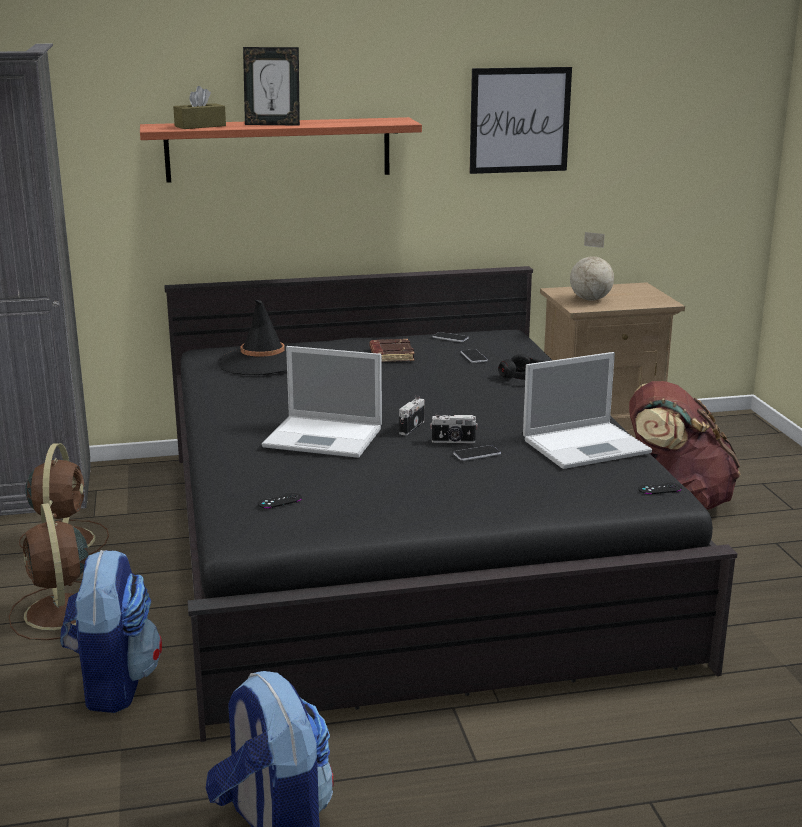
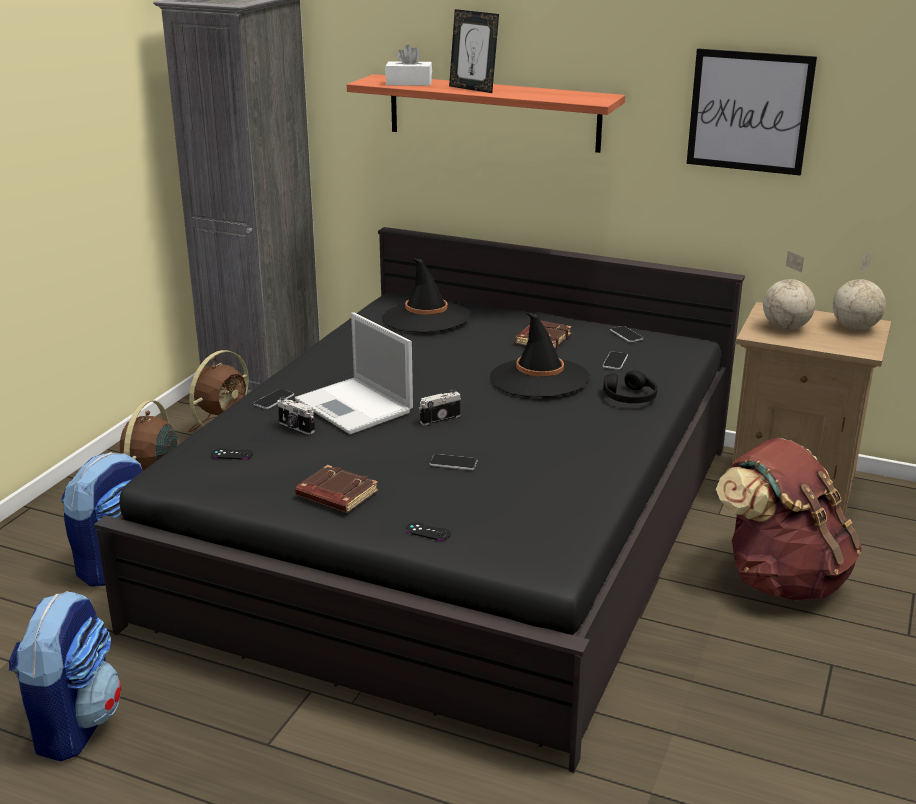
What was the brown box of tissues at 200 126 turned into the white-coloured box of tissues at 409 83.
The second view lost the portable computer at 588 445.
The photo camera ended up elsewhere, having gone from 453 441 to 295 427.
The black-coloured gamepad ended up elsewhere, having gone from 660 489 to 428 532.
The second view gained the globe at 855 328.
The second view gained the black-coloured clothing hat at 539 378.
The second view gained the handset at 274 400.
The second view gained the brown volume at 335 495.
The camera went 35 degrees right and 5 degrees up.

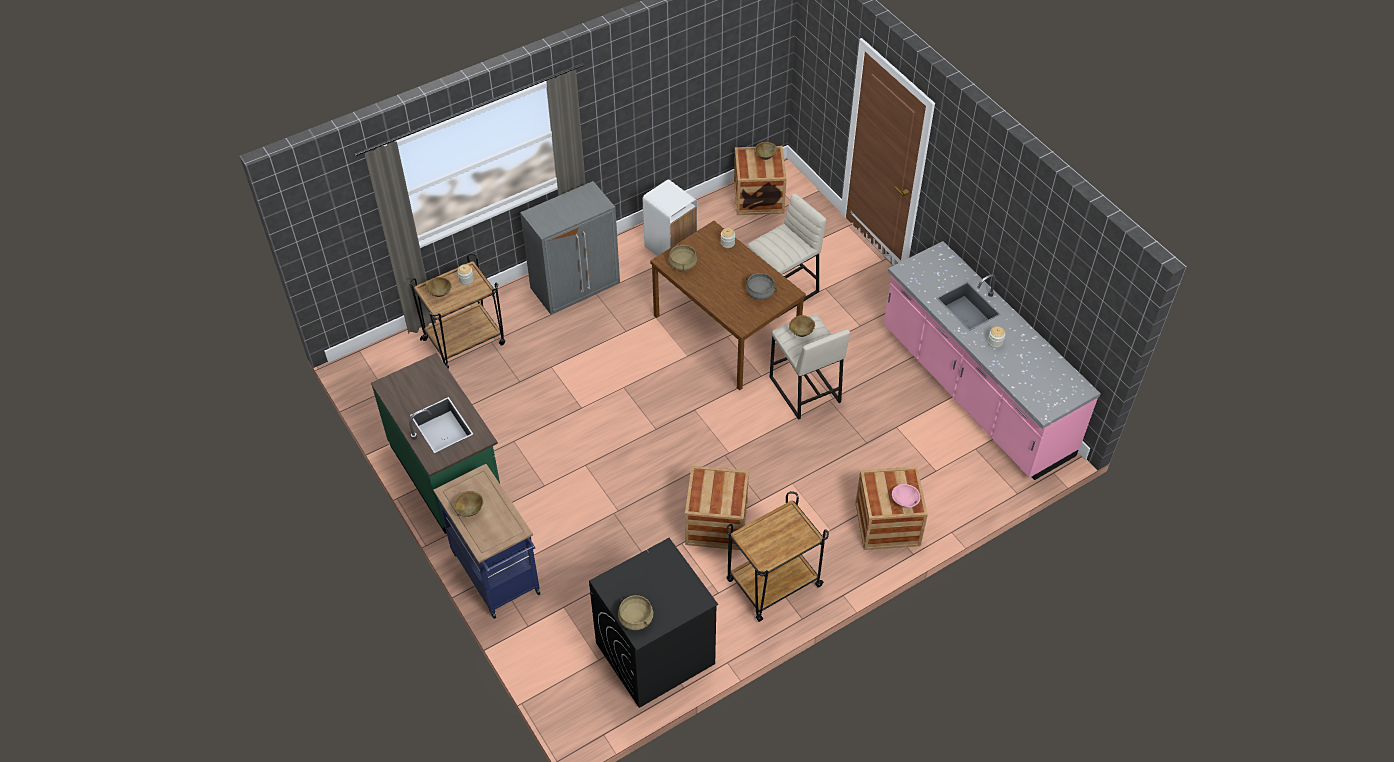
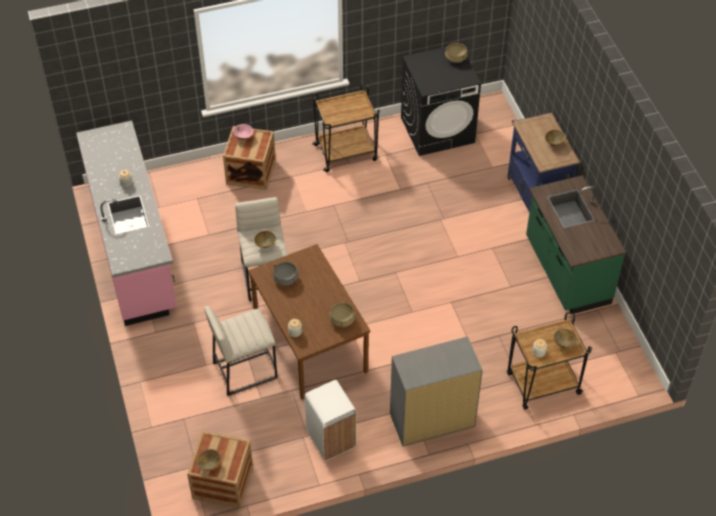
The second view lost the crate at 716 523.
The camera went 165 degrees left and 0 degrees up.

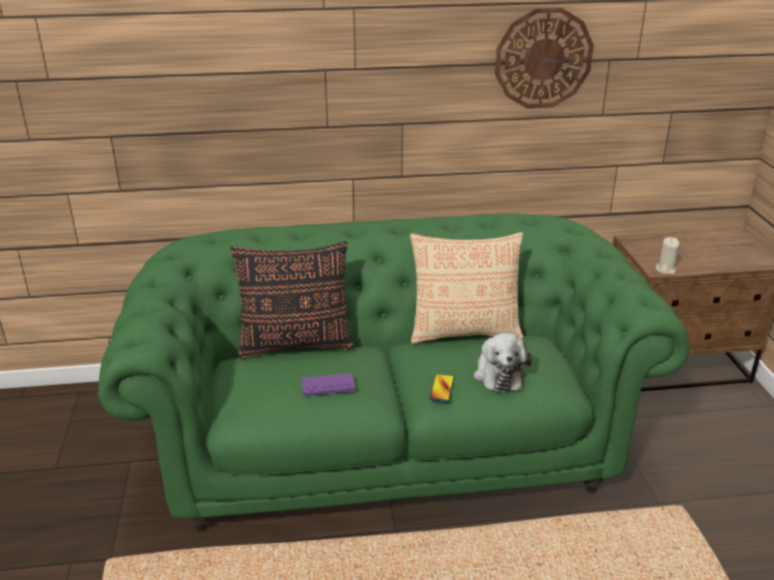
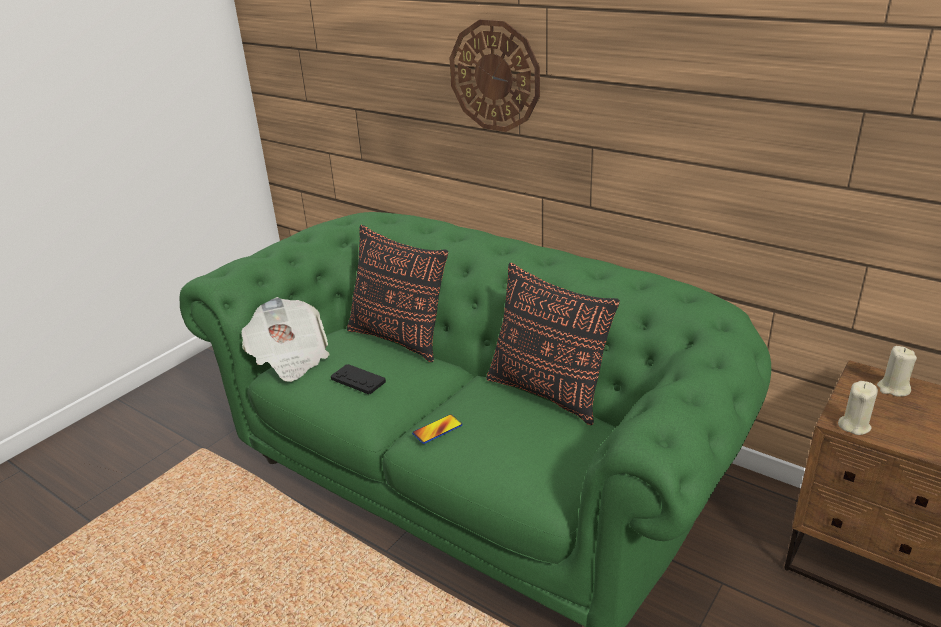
The hanging clock ended up elsewhere, having gone from 543 59 to 494 76.
What was the sand-coloured pillow at 465 333 turned into the black-coloured pillow at 547 393.
The second view lost the cuddly toy at 498 373.
What was the purplish gamepad at 328 385 turned into the black-coloured gamepad at 358 380.
The second view gained the printed paper at 289 357.
The second view gained the sand-coloured candle at 893 389.
The camera went 45 degrees right and 0 degrees up.

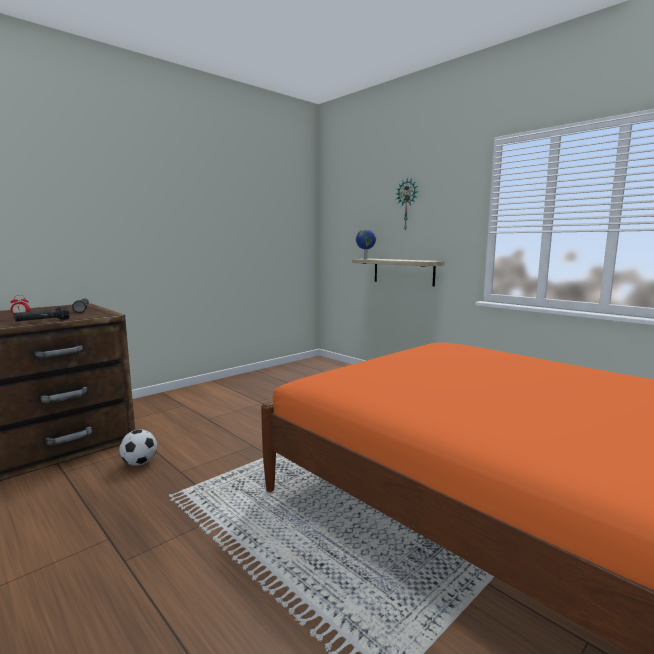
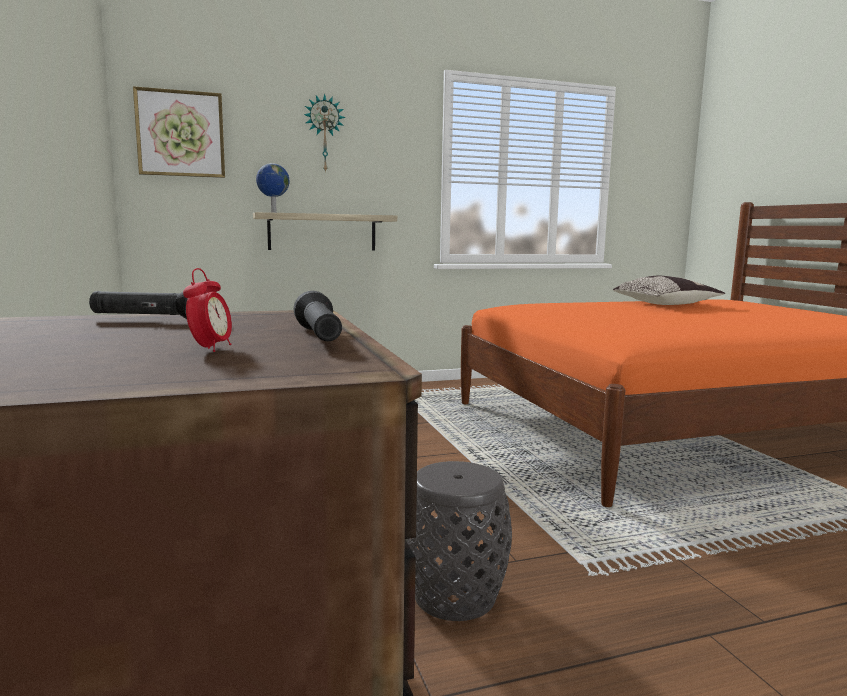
Where the ball for football stood at 139 463, the gray sitting stool came to stand at 454 597.
The second view gained the wall picture at 180 134.
The second view gained the pillow at 665 304.
The camera went 65 degrees left and 0 degrees up.

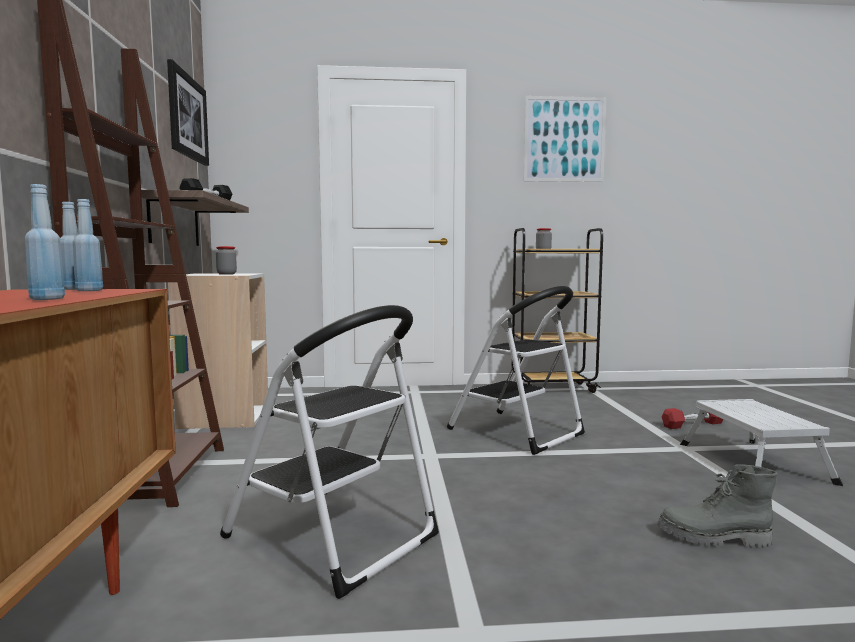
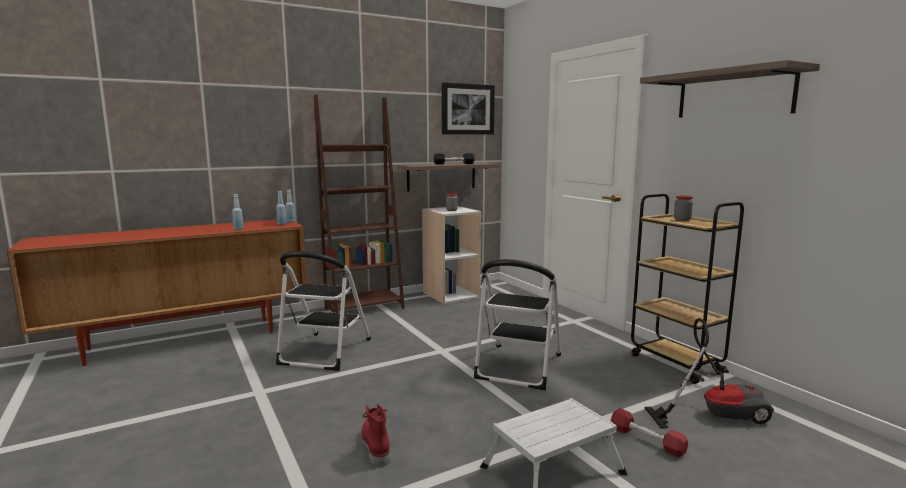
Where the wall picture hung at 564 139, the bracket shelf came to hang at 734 94.
What was the gray boot at 714 538 turned into the red boot at 375 446.
The second view gained the vacuum at 715 414.
The camera went 65 degrees right and 5 degrees up.

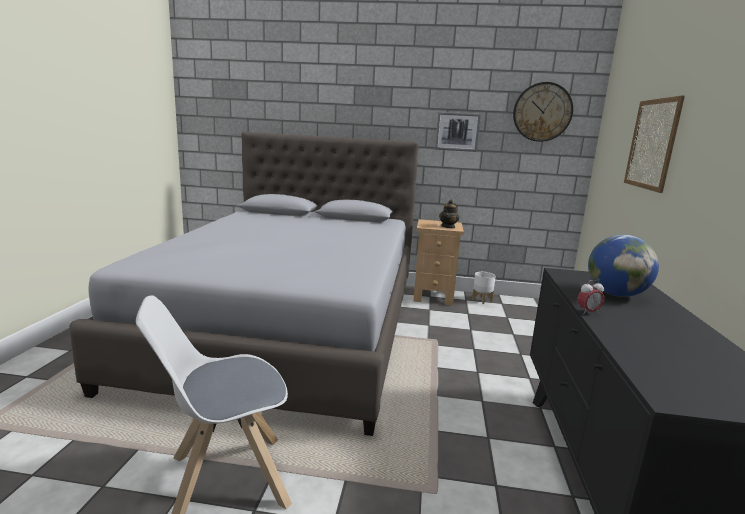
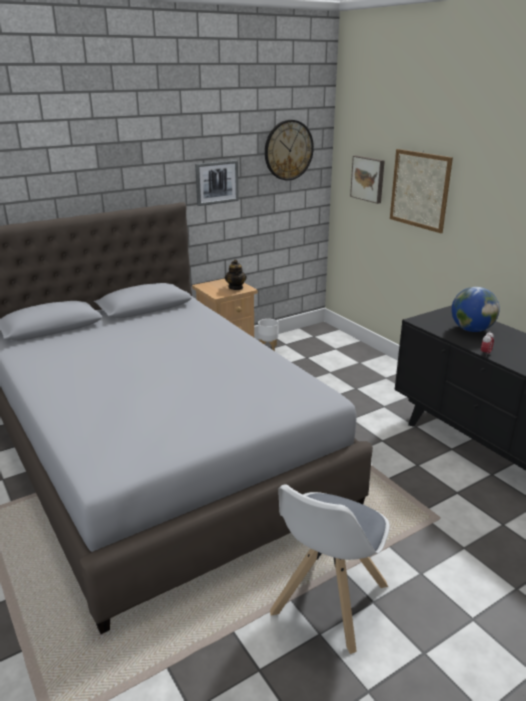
The second view gained the wall picture at 368 179.
The camera went 40 degrees left and 10 degrees up.

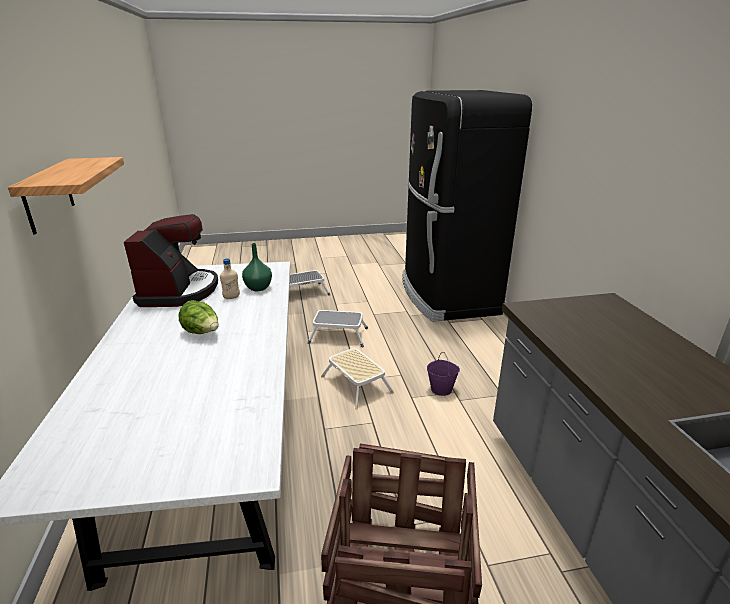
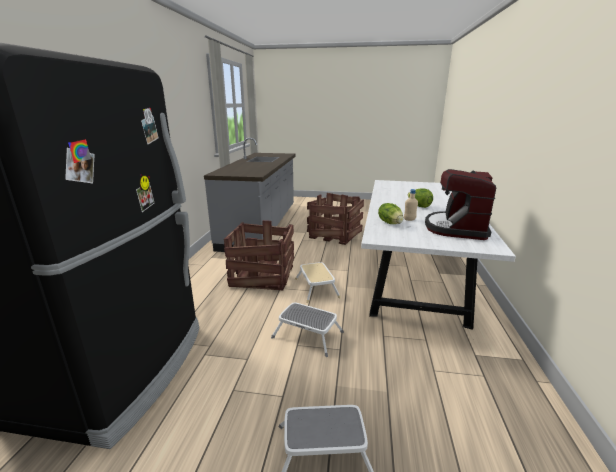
The second view lost the bracket shelf at 48 195.
Where the green-coloured flower vase stood at 258 288, the lettuce came to stand at 390 223.
Where the purplish pail stood at 441 389, the crate came to stand at 263 275.
The camera went 160 degrees left and 5 degrees down.

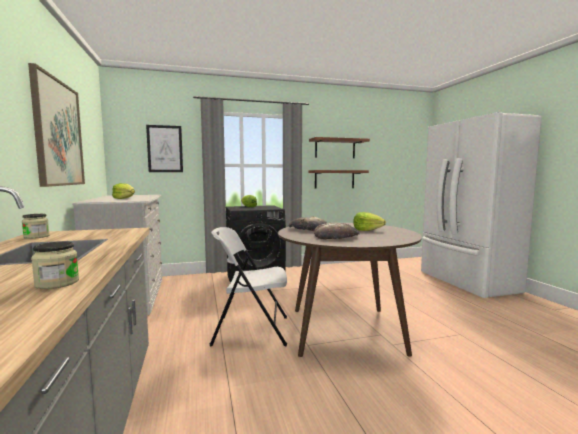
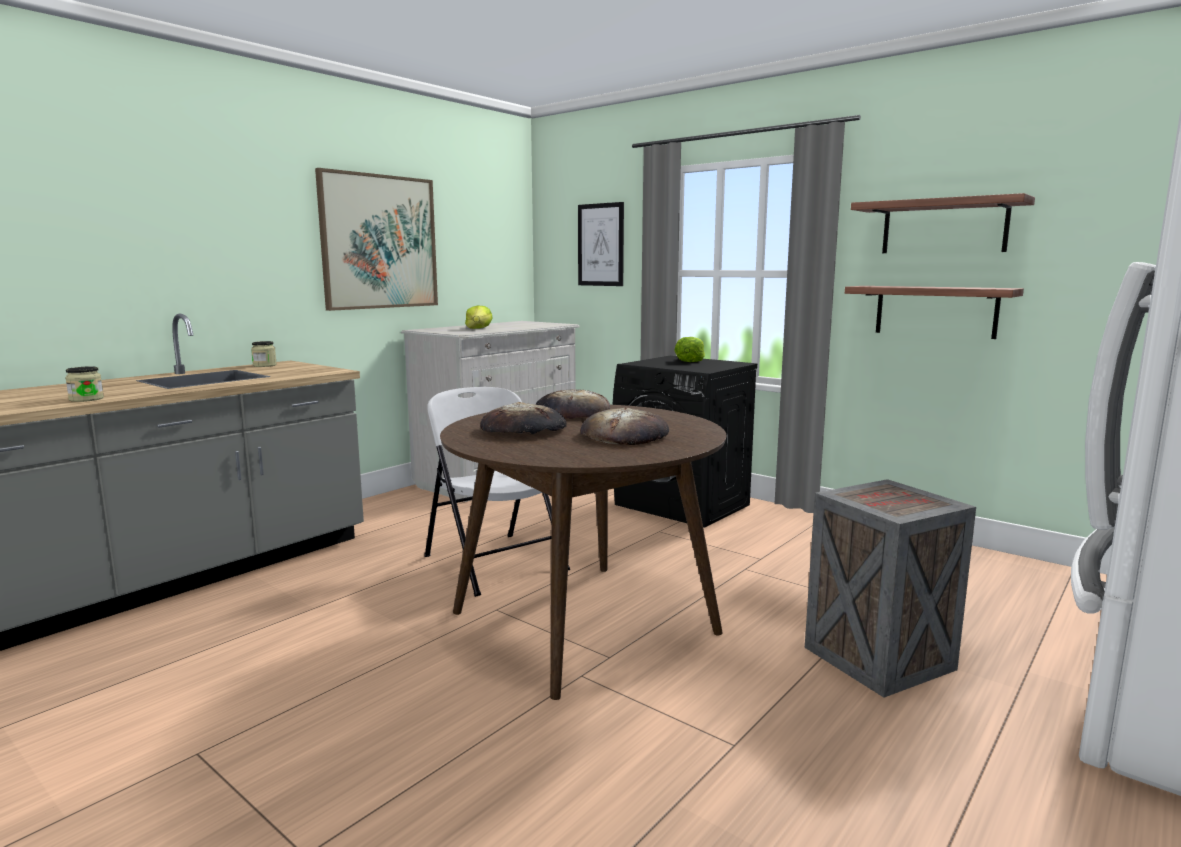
Where the lettuce stood at 367 230, the bread came to stand at 625 435.
The second view gained the crate at 882 659.
The camera went 55 degrees right and 5 degrees up.

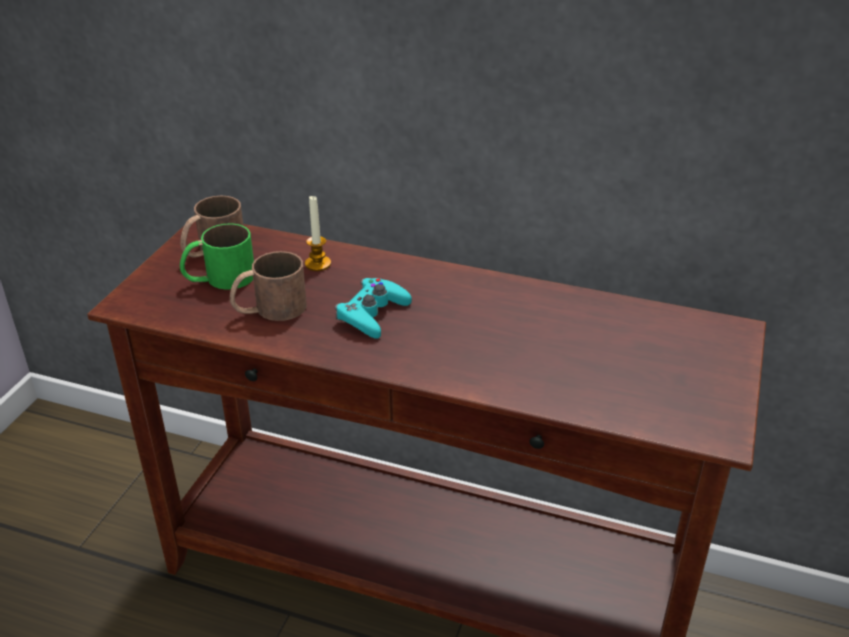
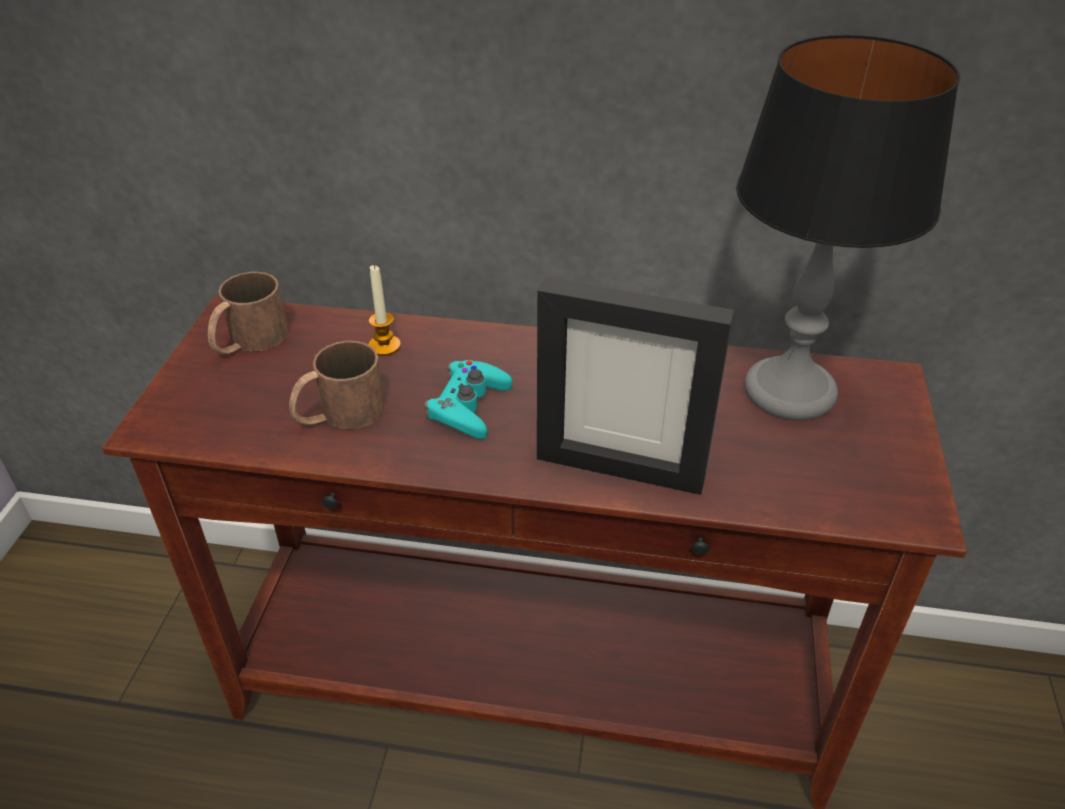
The second view lost the green-coloured mug at 219 278.
The second view gained the tabletop lamp at 789 391.
The second view gained the picture frame at 620 466.
The camera went 10 degrees left and 5 degrees up.

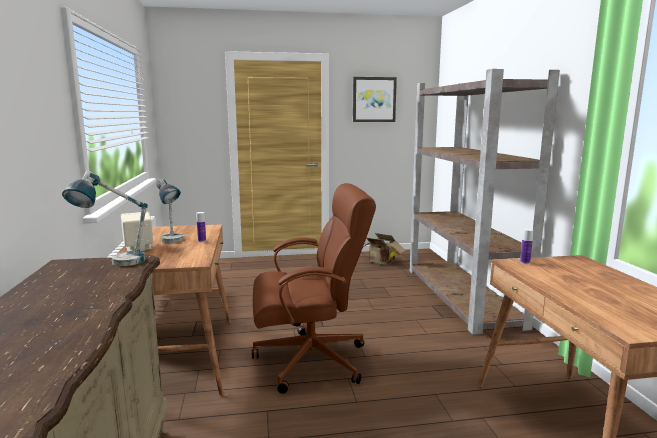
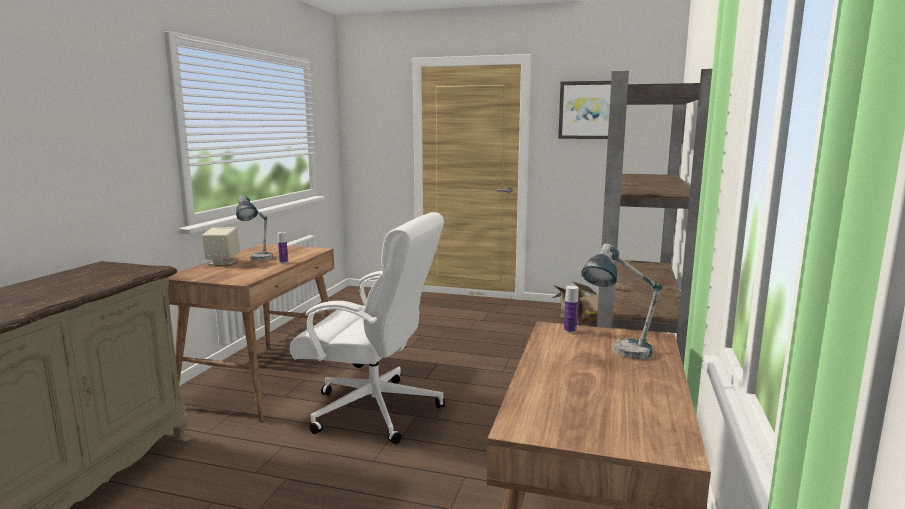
The tabletop lamp ended up elsewhere, having gone from 115 264 to 619 354.
What was the brown office chair at 310 360 turned into the white-coloured office chair at 374 409.
The camera went 25 degrees right and 0 degrees up.

